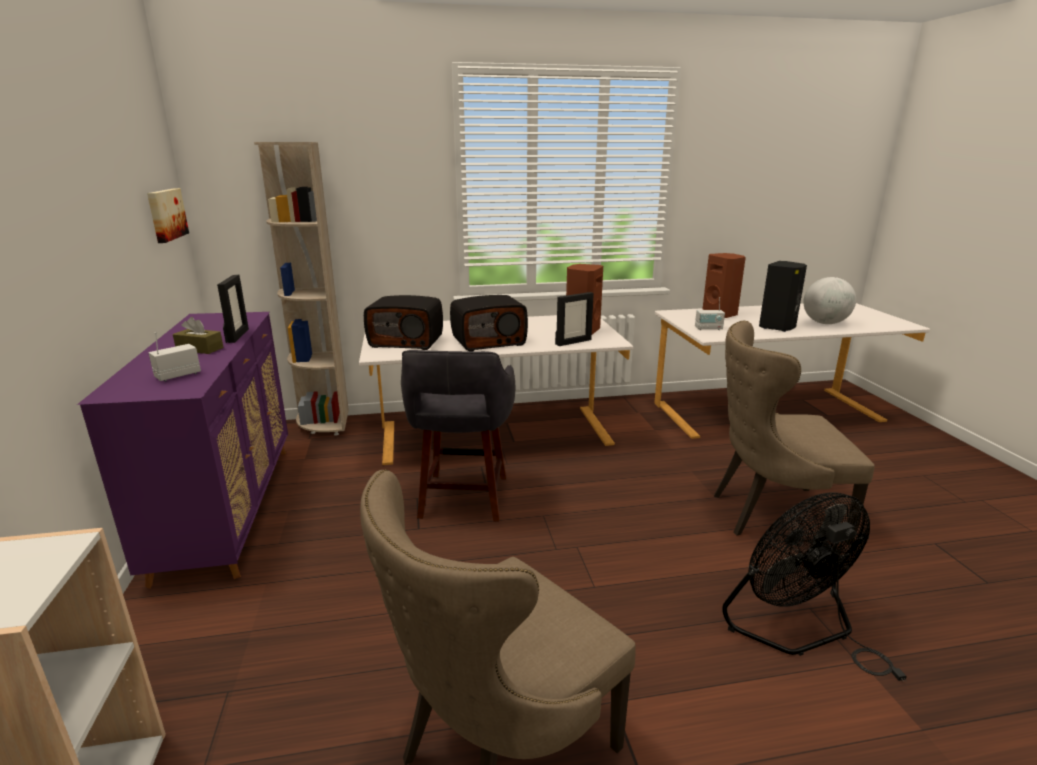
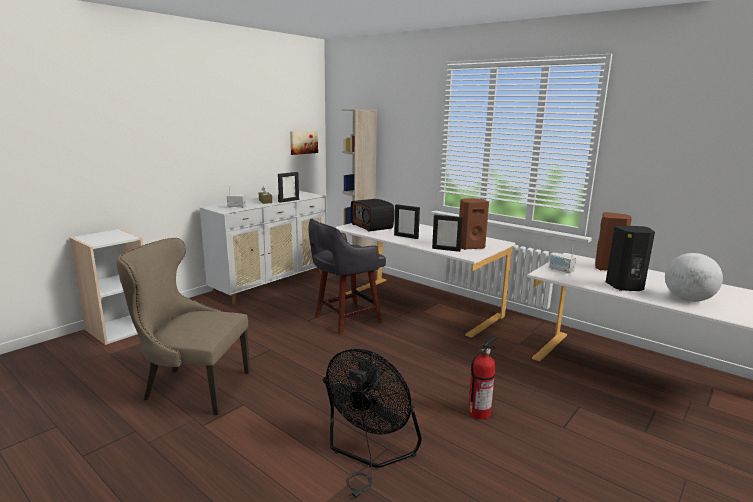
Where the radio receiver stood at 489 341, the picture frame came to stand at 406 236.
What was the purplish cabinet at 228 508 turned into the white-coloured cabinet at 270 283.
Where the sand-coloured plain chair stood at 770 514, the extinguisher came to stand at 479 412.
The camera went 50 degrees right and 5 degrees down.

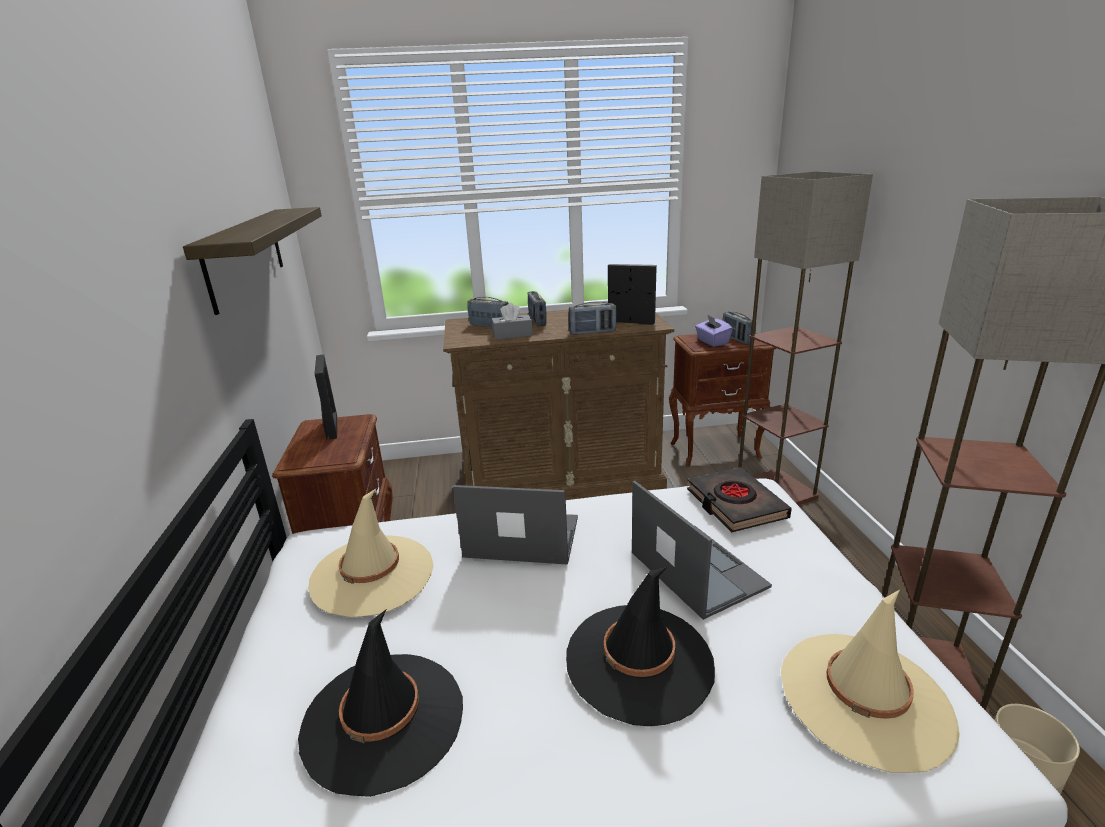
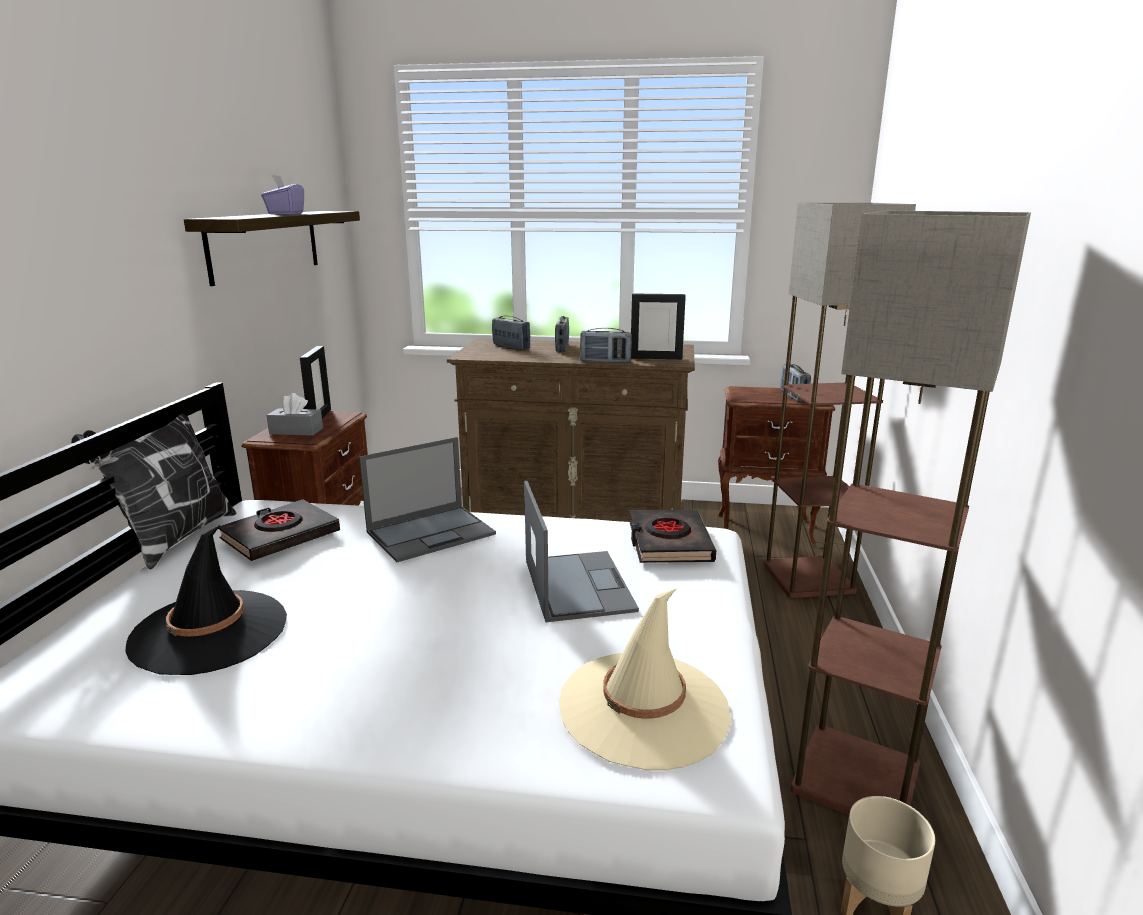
The picture frame at 631 322 ended up facing another way, 150 degrees clockwise from before.
The gray box of tissues ended up elsewhere, having gone from 512 335 to 296 431.
The purplish box of tissues ended up elsewhere, having gone from 712 342 to 285 214.
The portable computer at 520 537 ended up facing another way, 120 degrees clockwise from before.
Where the sand-coloured clothing hat stood at 372 575, the black-coloured volume came to stand at 280 536.
The second view lost the black-coloured clothing hat at 639 661.
The second view gained the pillow at 174 539.
The camera went 15 degrees right and 5 degrees down.

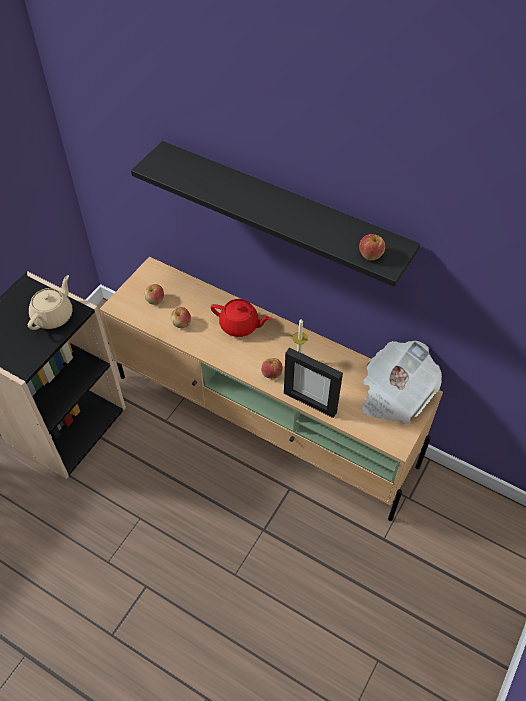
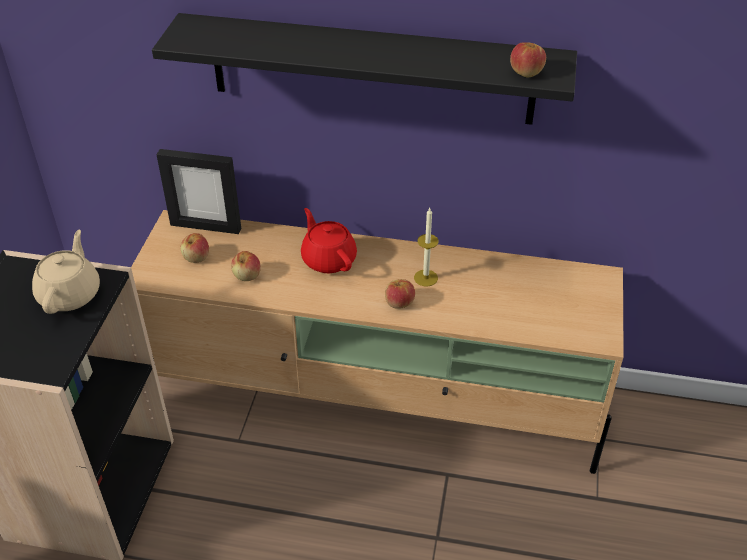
The red tea pot at 240 325 ended up facing another way, 120 degrees counterclockwise from before.
The second view lost the printed paper at 394 394.
The picture frame ended up elsewhere, having gone from 310 402 to 206 225.
The camera went 20 degrees left and 10 degrees down.

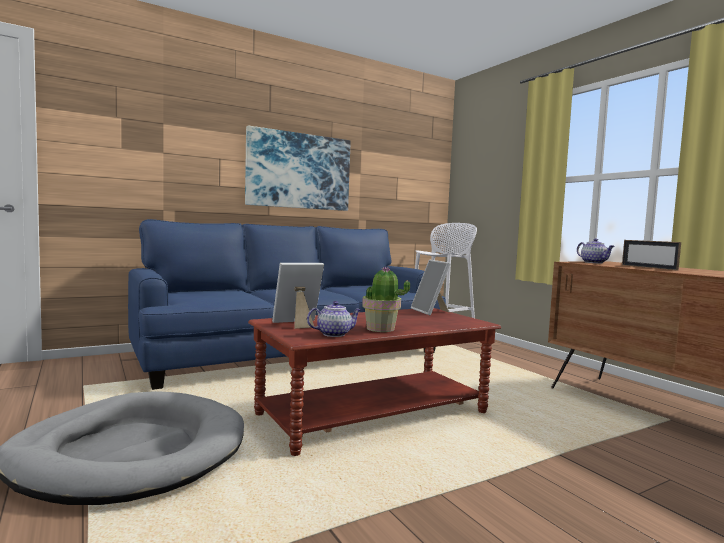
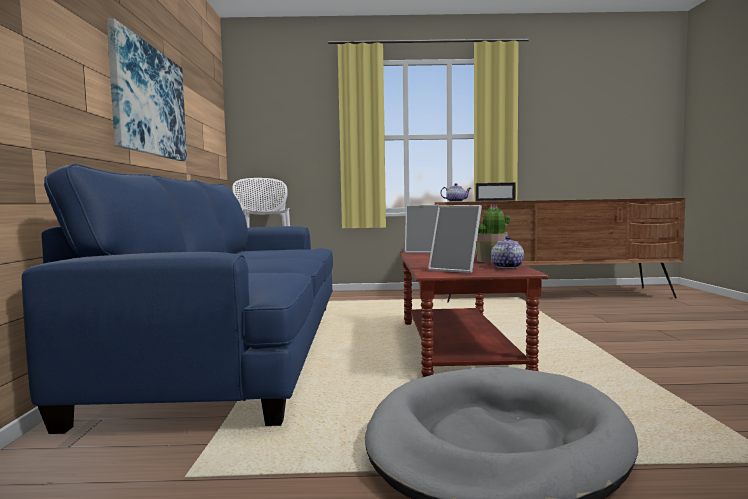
The picture frame at 297 324 ended up facing another way, 60 degrees counterclockwise from before.
The camera went 60 degrees left and 0 degrees up.

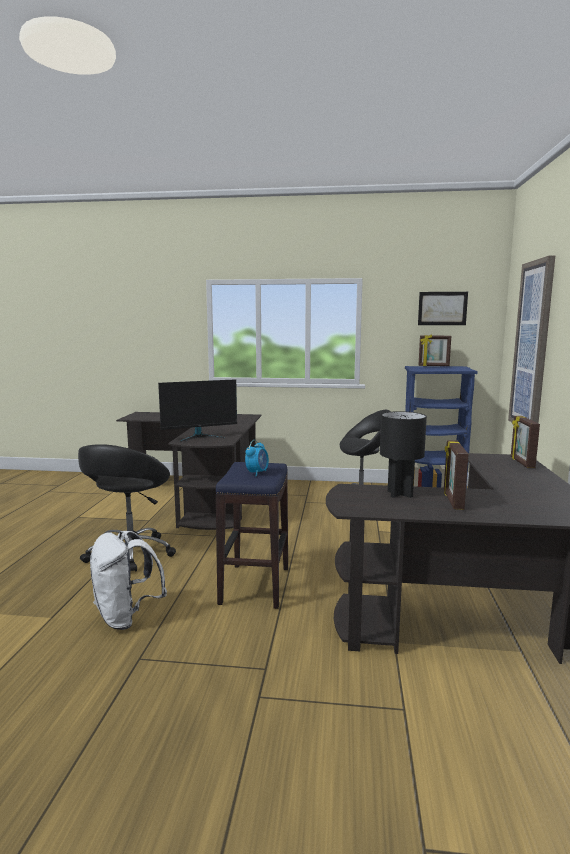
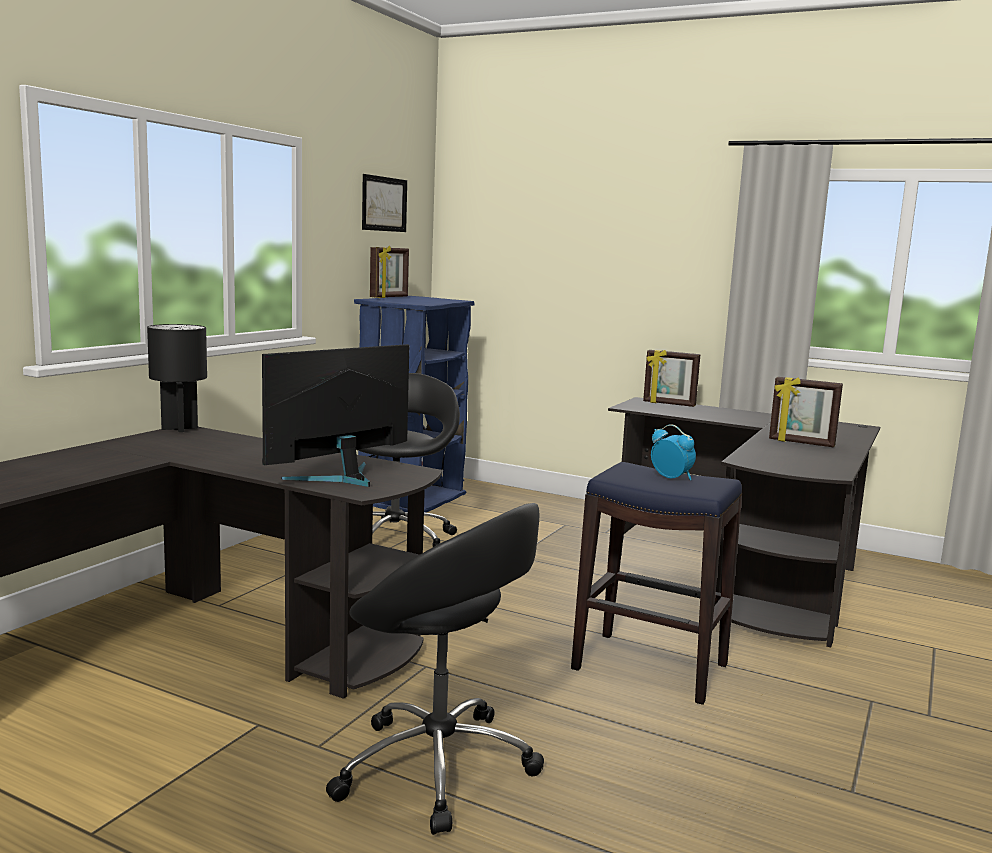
The second view lost the wall picture at 532 346.
The computer screen at 200 437 ended up facing another way, 135 degrees counterclockwise from before.
The black-coloured tabletop lamp ended up elsewhere, having gone from 399 494 to 179 428.
The second view lost the white-coloured knapsack at 126 617.
The camera went 70 degrees left and 0 degrees up.

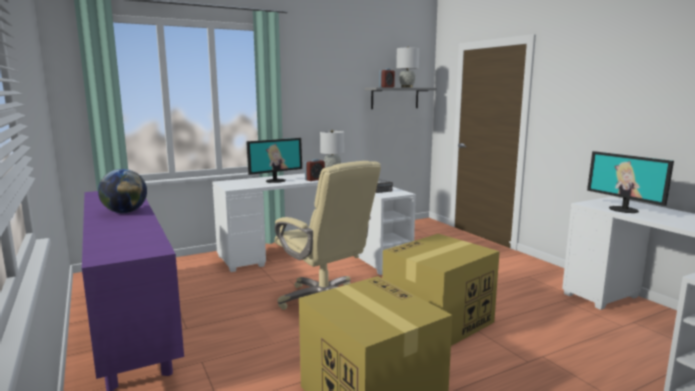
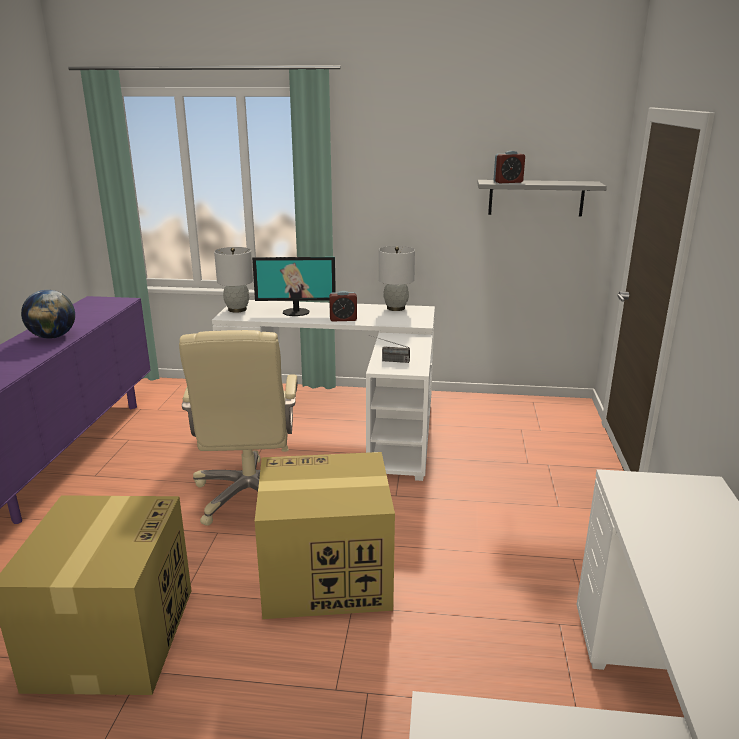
The white-coloured tabletop lamp ended up elsewhere, having gone from 406 87 to 237 309.
The second view lost the computer screen at 624 209.
The camera went 35 degrees right and 10 degrees up.

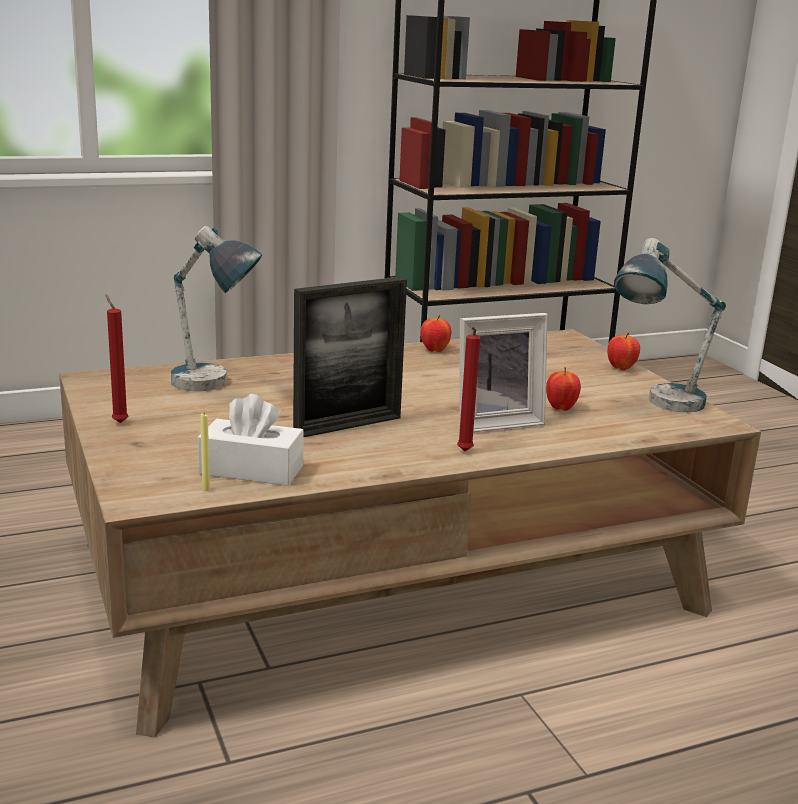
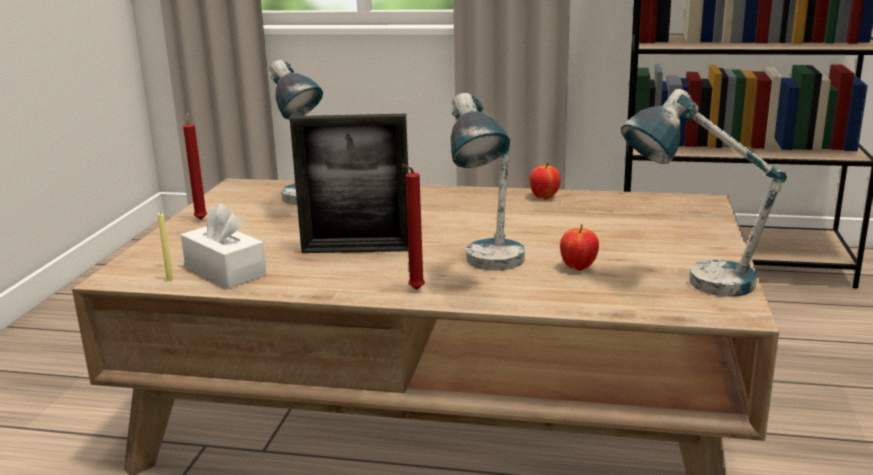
Where the picture frame stood at 495 422, the tabletop lamp came to stand at 489 269.
The second view lost the whole apple at 621 368.
The camera went 35 degrees right and 0 degrees up.

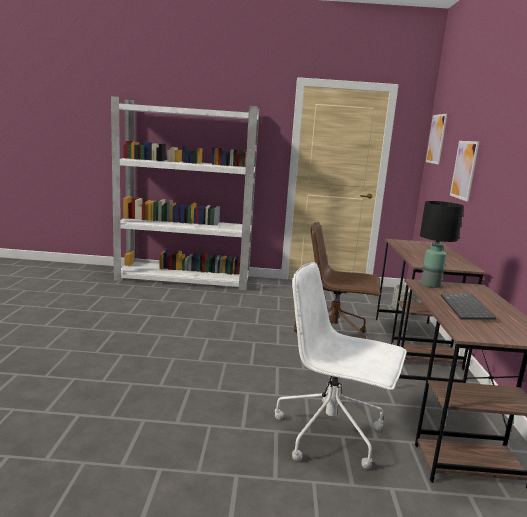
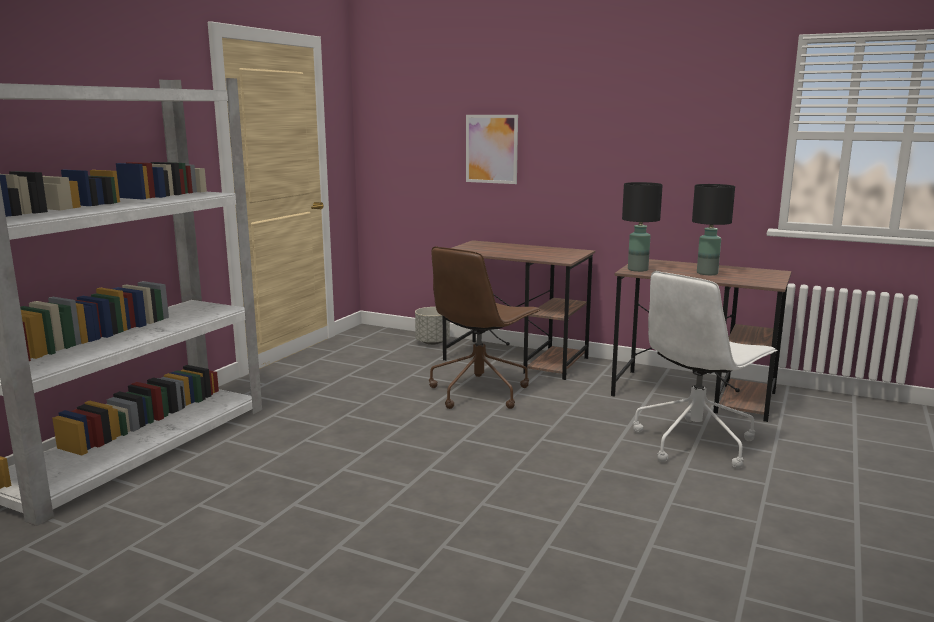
The second view lost the wall picture at 436 139.
Where the keyboard stood at 467 308, the black-coloured tabletop lamp came to stand at 707 273.
The camera went 65 degrees left and 0 degrees up.

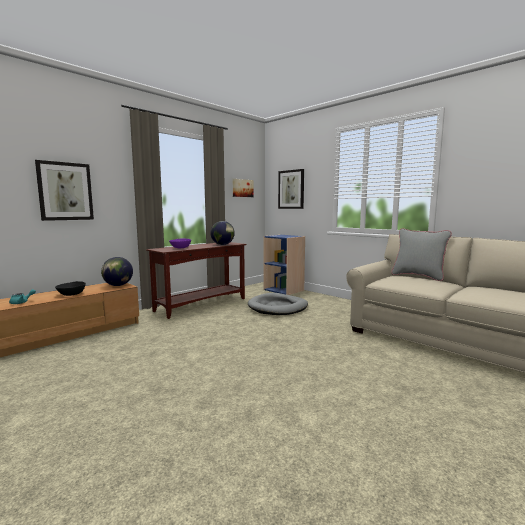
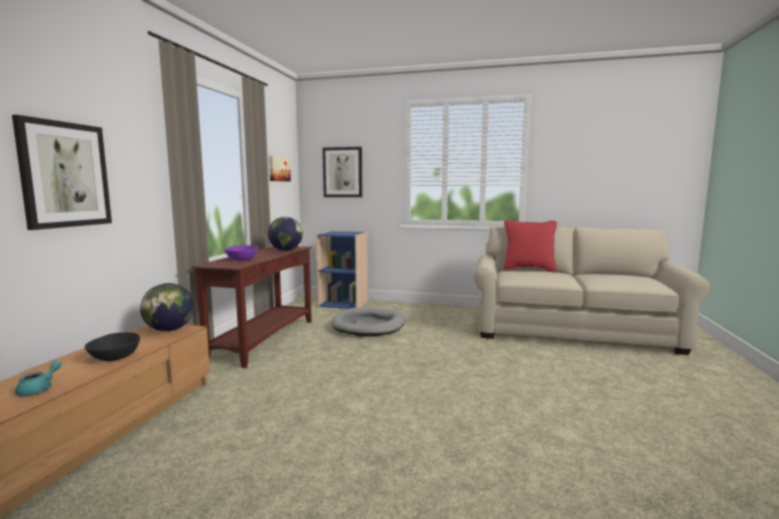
What was the gray pillow at 418 276 turned into the red pillow at 528 269.
The camera went 30 degrees left and 0 degrees up.

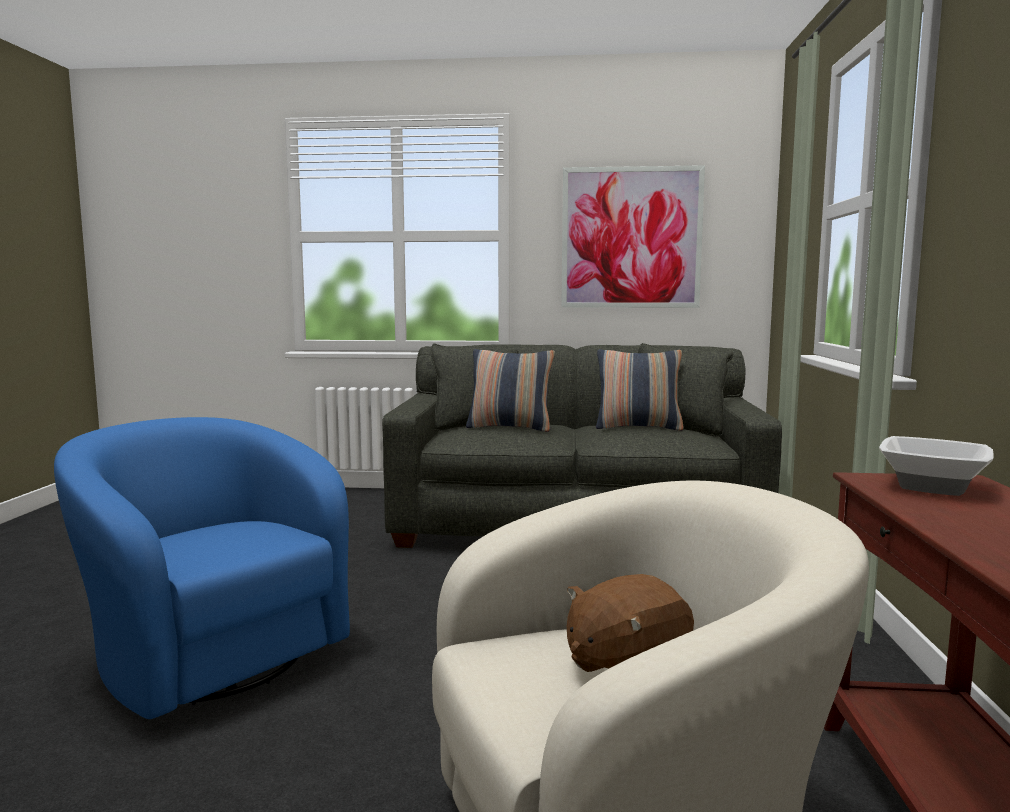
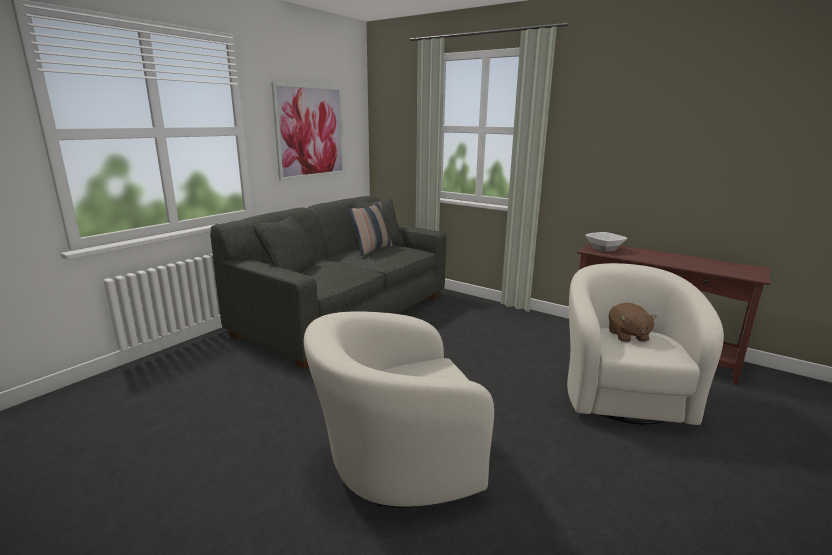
The second view lost the pillow at 510 427.
What was the blue-coloured armchair at 210 655 turned into the sand-coloured armchair at 398 464.
The camera went 60 degrees left and 10 degrees up.

